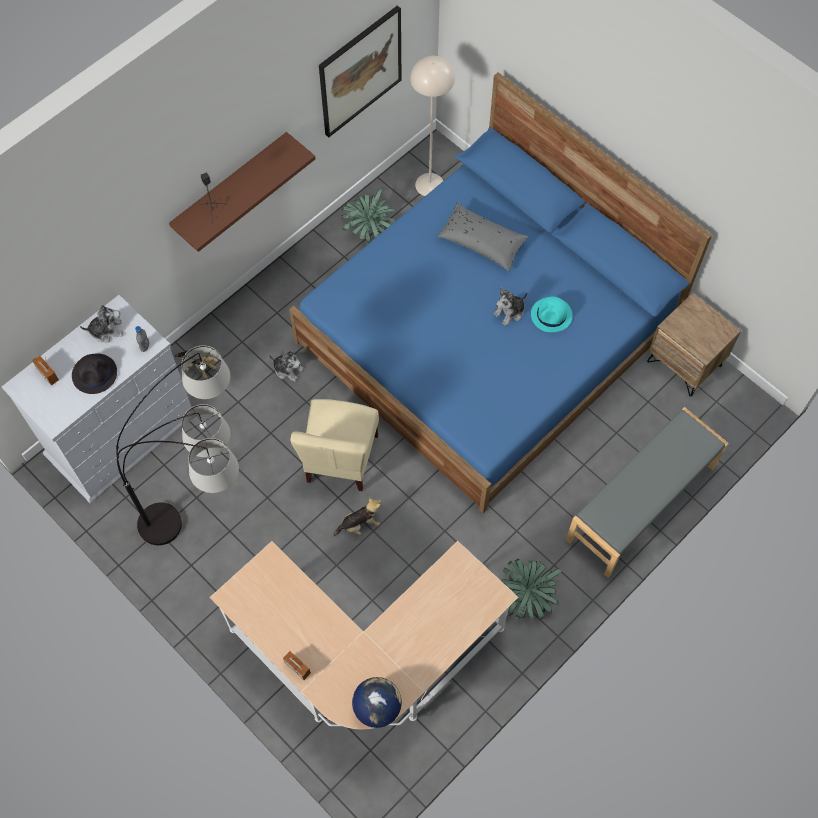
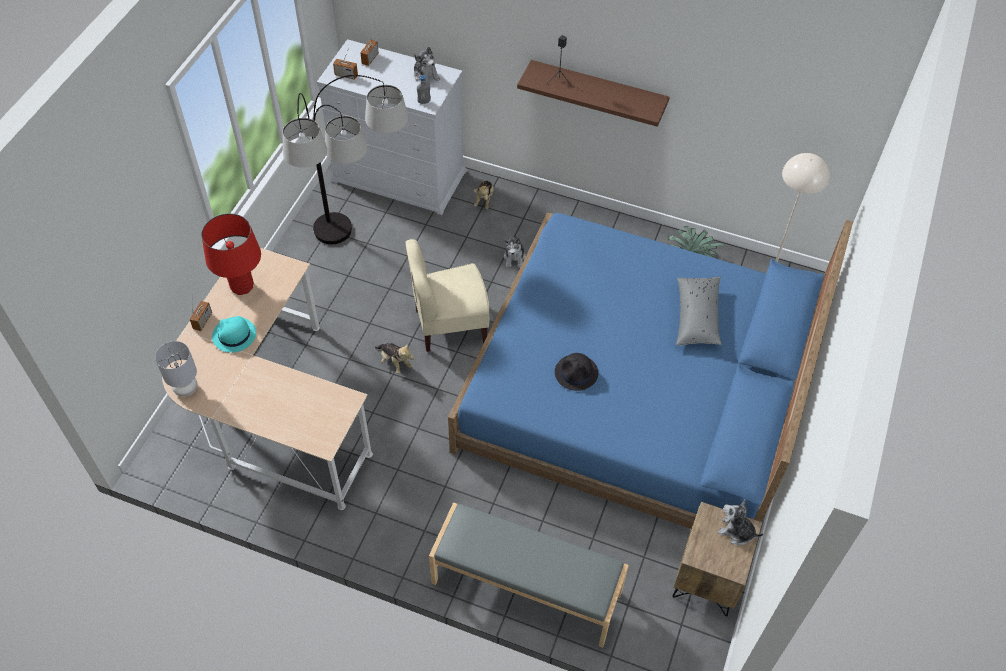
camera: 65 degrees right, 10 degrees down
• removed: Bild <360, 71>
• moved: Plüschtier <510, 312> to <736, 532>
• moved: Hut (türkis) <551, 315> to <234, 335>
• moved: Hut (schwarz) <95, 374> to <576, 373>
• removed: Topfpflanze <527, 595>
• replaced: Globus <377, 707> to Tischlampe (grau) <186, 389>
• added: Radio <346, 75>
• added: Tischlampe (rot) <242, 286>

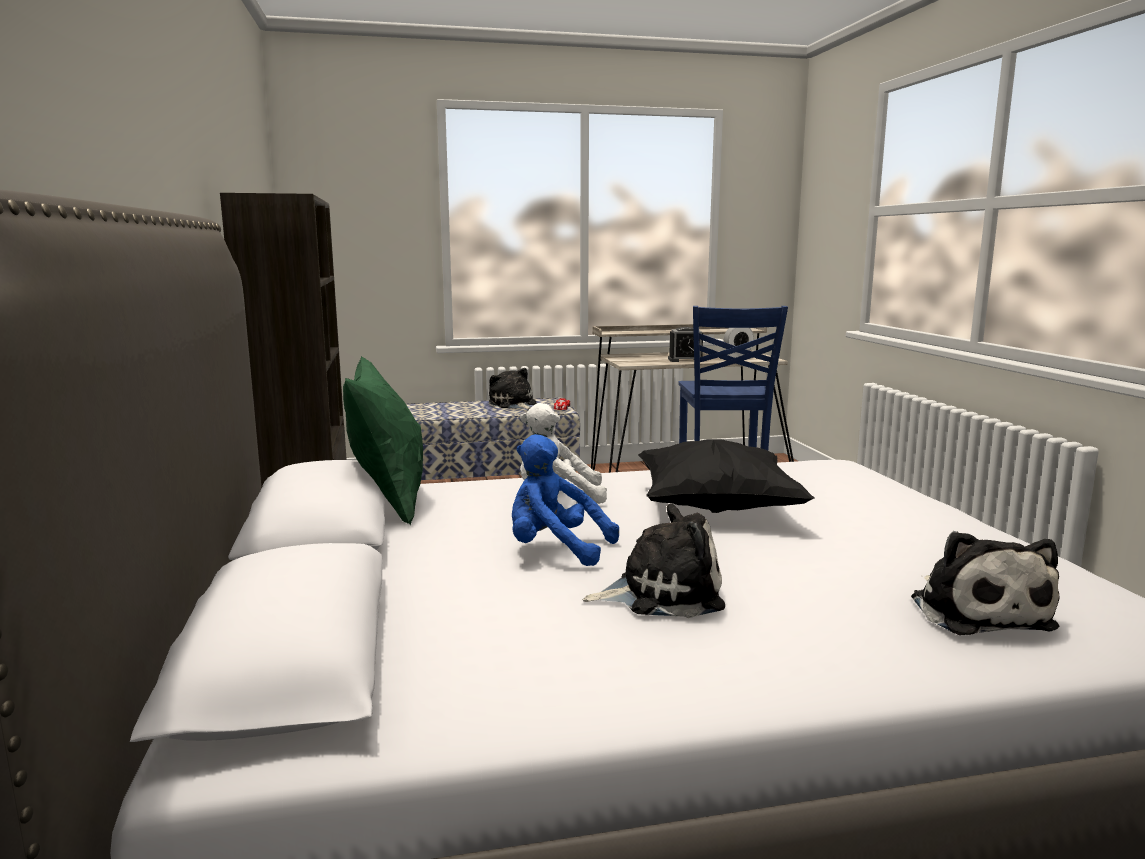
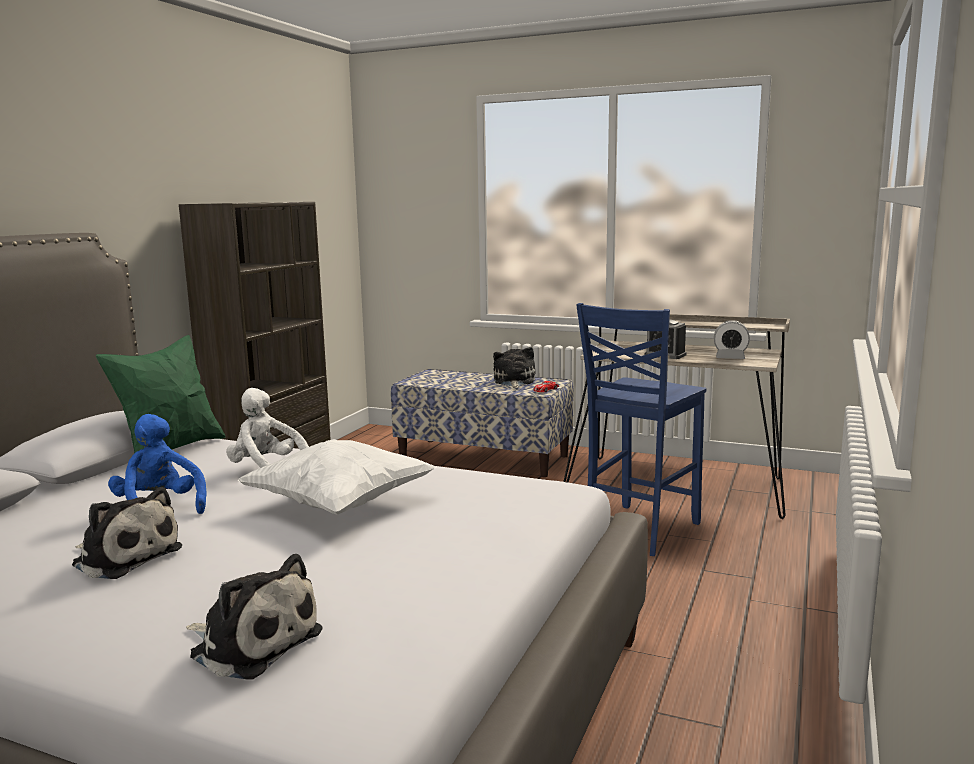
camera: 35 degrees right, 0 degrees up
• recoloured: Kissen (schwarz) <716, 508> to Kissen (weiß) <341, 505>
• turned: Plüschtier <977, 611> = <252, 643> 90 degrees counterclockwise

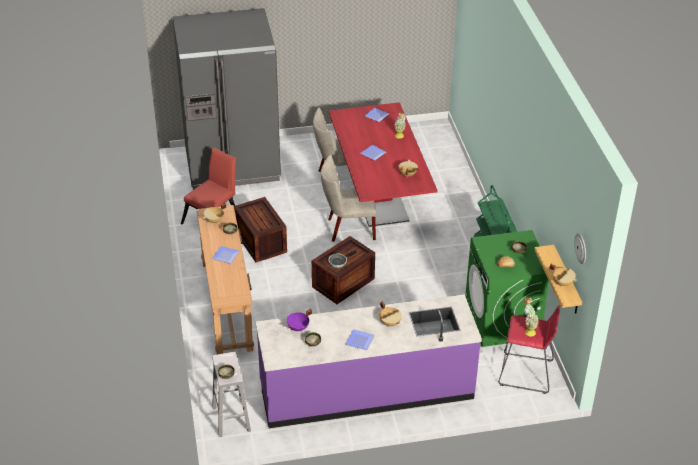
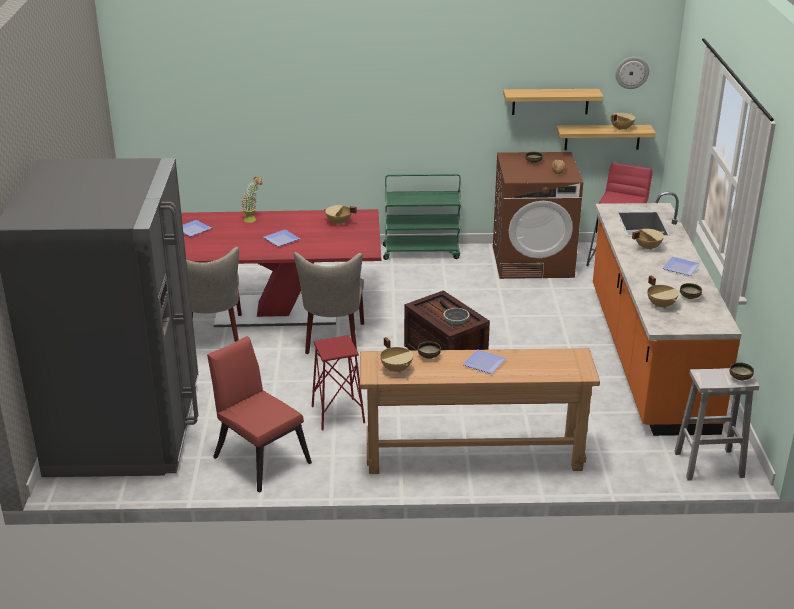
camera: 80 degrees left, 10 degrees down
• replaced: Kiste <261, 242> to Hocker (rot) <338, 414>
• recoloured: Waschmaschine (grün) <502, 321> to Waschmaschine (braun) <533, 261>
• recoloured: Küchenzeile (lila) <366, 390> to Küchenzeile (orange) <648, 356>
• removed: Topfpflanze <528, 331>
• recoloured: Kochtopf (lila) <298, 328> to Kochtopf (beige) <661, 305>
• added: Wandregal <550, 101>

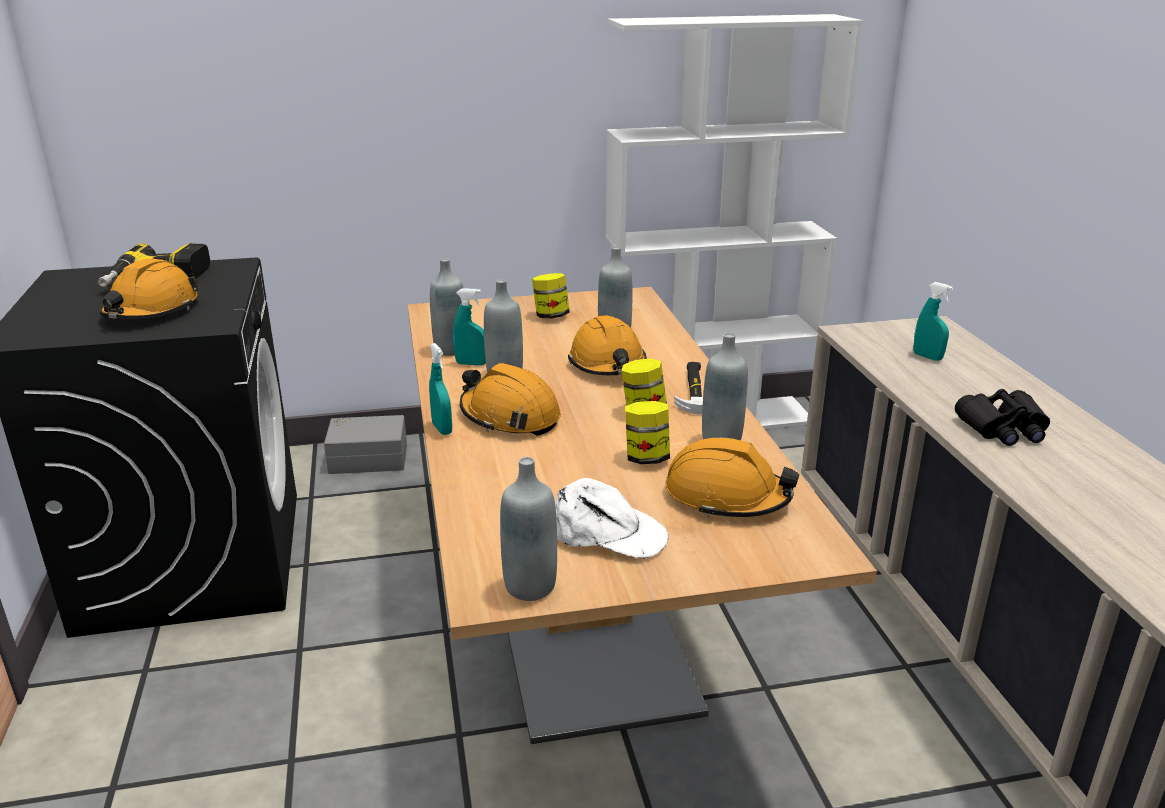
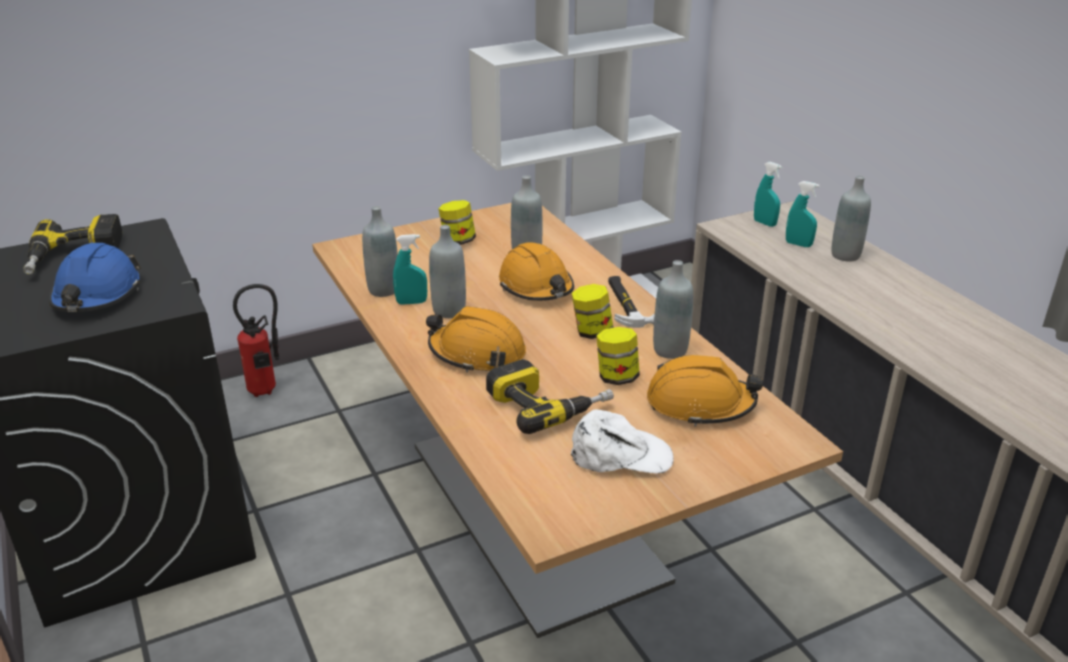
camera: 15 degrees left, 5 degrees up
• recoloured: Schutzhelm (orange) <151, 311> to Schutzhelm (blau) <97, 295>
• moved: Sprühflasche (türkis) <442, 429> to <764, 223>
• removed: Fernglas (schwarz) <1003, 429>
• replaced: Aufbewahrungsbox (grau) <368, 457> to Feuerlöscher <267, 391>
• moved: Flasche (grau) <530, 586> to <845, 255>
• added: Bohrmaschine <547, 404>

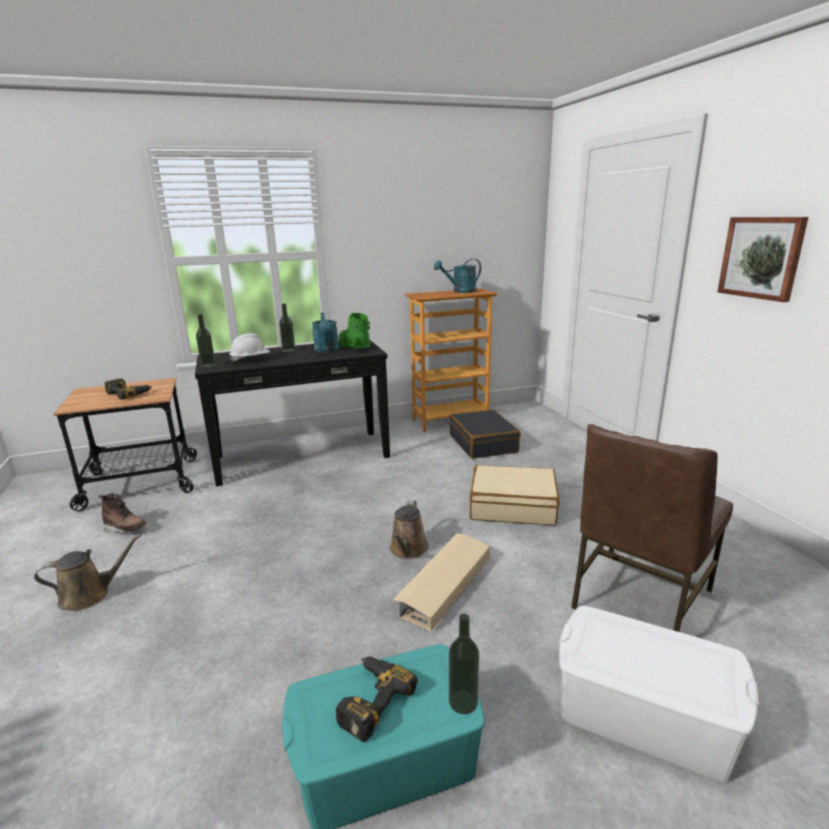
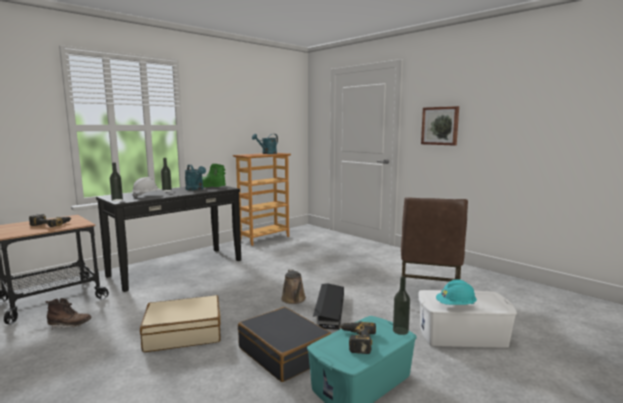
camera: 25 degrees left, 10 degrees down
• moved: Koffer (schwarz) <483, 443> to <284, 353>
• moved: Koffer (beige) <512, 506> to <183, 333>
• recoloured: Aufbewahrungsbox (beige) <444, 585> to Aufbewahrungsbox (schwarz) <329, 310>
• removed: Gießkanne (braun) <89, 595>
• added: Schutzhelm (türkis) <455, 306>

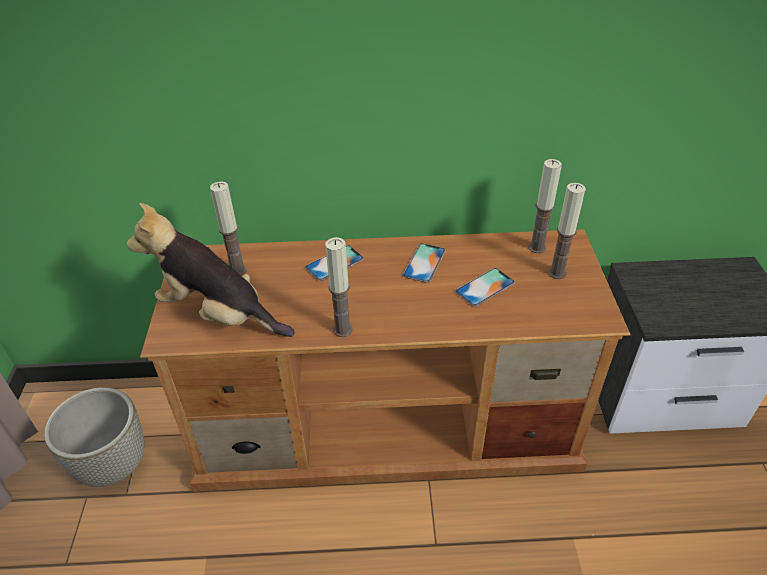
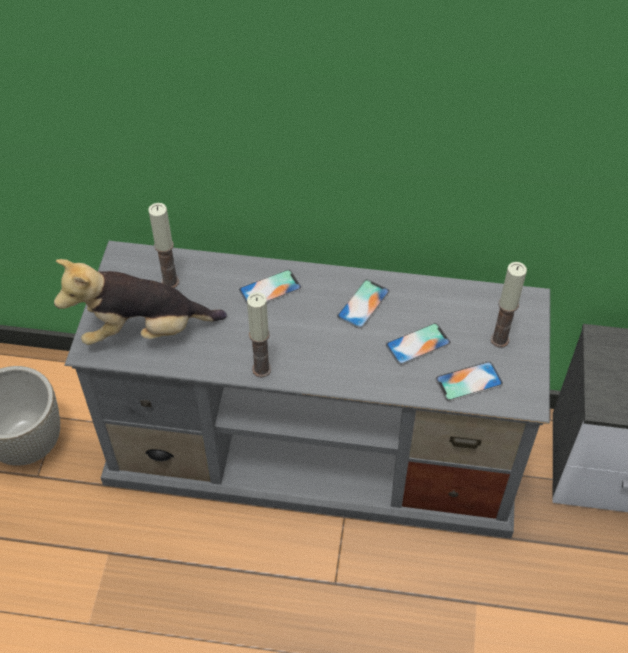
camera: 10 degrees right, 10 degrees up
• removed: Kerze <537, 248>
• turned: Plüschtier <219, 314> = <144, 331> 45 degrees counterclockwise
• recoloured: Fernsehschrank (braun) <389, 423> to Fernsehschrank (grau) <317, 448>
• added: Handy <468, 381>

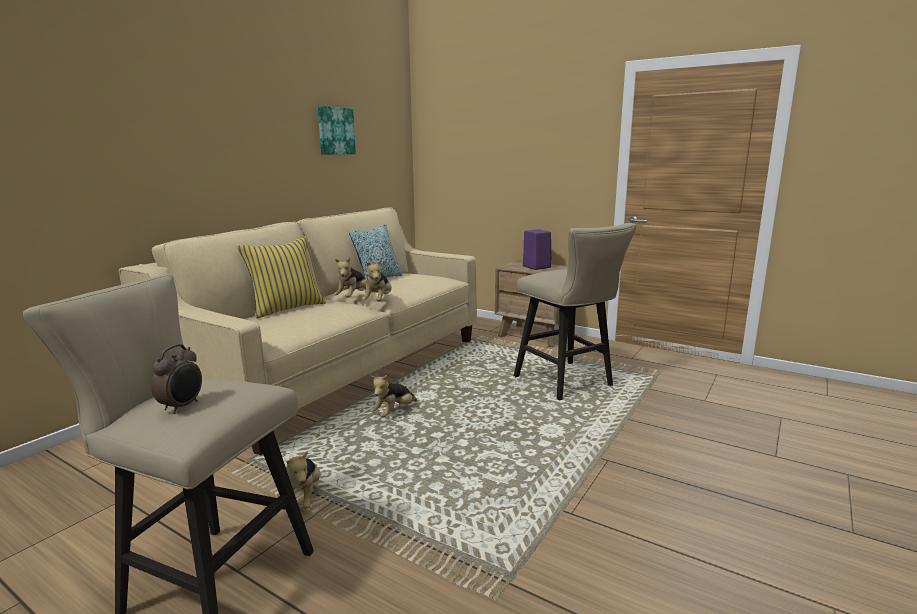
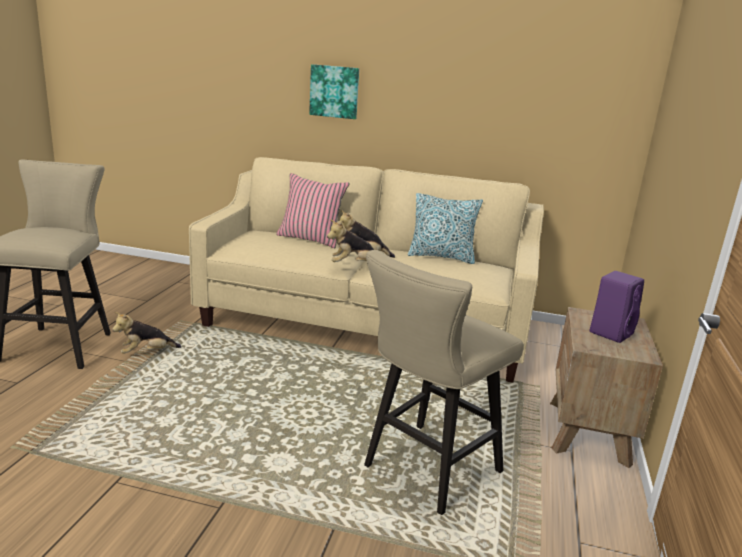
camera: 70 degrees right, 5 degrees up
• moved: Bild <335, 131> to <334, 91>
• recoloured: Kissen (gelb) <286, 308> to Kissen (rosa) <311, 239>
• removed: Wecker <182, 406>
• removed: Plüschtier <394, 413>

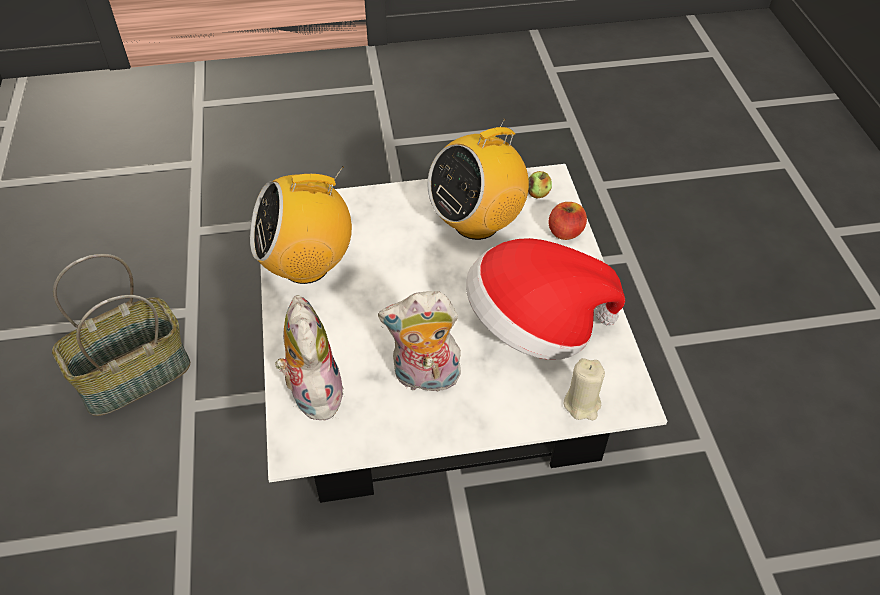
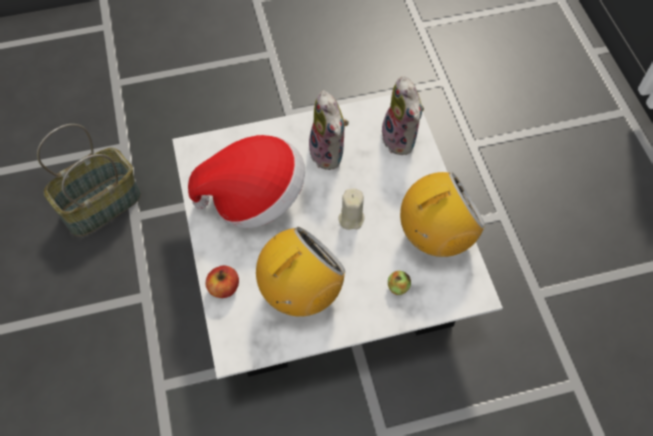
camera: 175 degrees right, 10 degrees up
• moved: Apfel <538, 193> to <398, 287>
• moved: Korb <134, 377> to <101, 204>
• turned: Plüschtier <425, 378> = <330, 153> 75 degrees clockwise
• moved: Kerze (beige) <582, 404> to <351, 218>

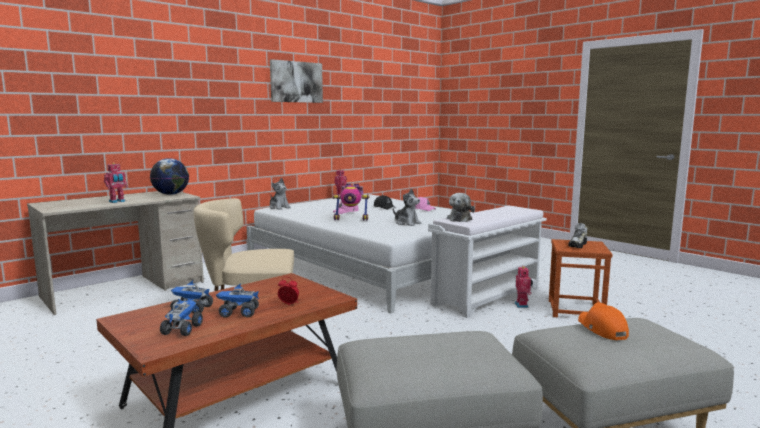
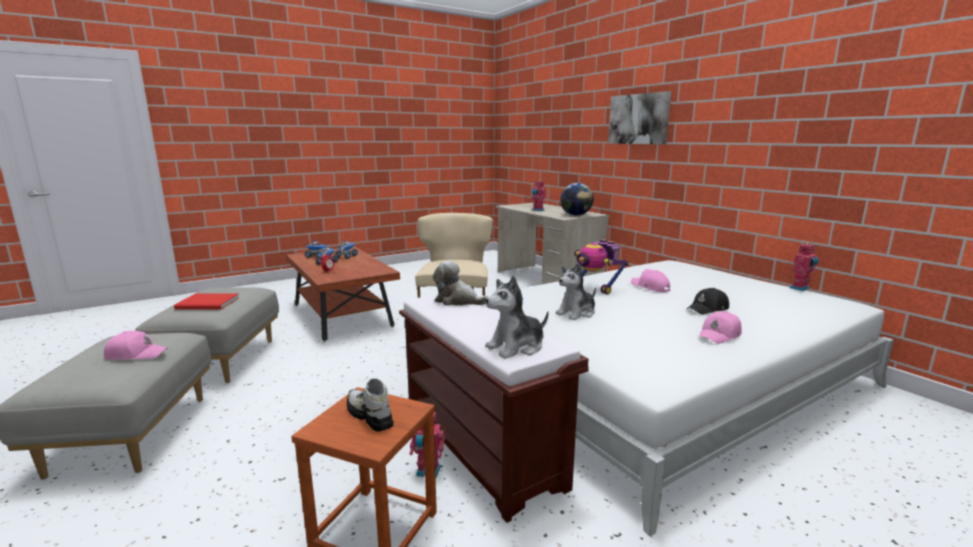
camera: 100 degrees right, 5 degrees up
• moved: Bild <296, 82> to <638, 119>
• moved: Plüschtier <279, 207> to <516, 347>
• turned: Spielzeugroboter <351, 219> = <596, 287> 45 degrees counterclockwise
• recoloured: Bank (weiß) <487, 296> to Bank (braun) <482, 447>
• recoloured: Kappe (orange) <601, 329> to Kappe (rosa) <136, 354>
• added: Buch (rot) <208, 304>

